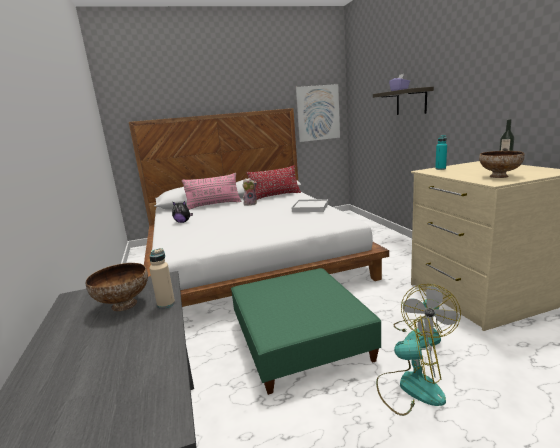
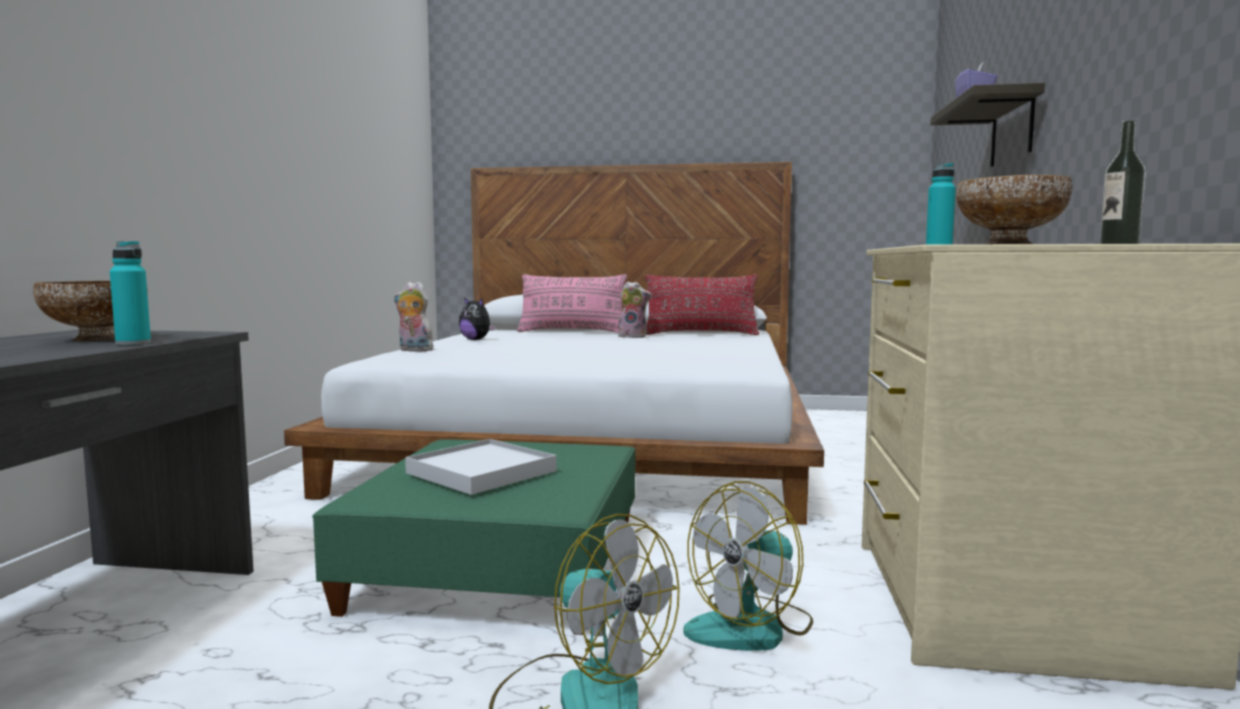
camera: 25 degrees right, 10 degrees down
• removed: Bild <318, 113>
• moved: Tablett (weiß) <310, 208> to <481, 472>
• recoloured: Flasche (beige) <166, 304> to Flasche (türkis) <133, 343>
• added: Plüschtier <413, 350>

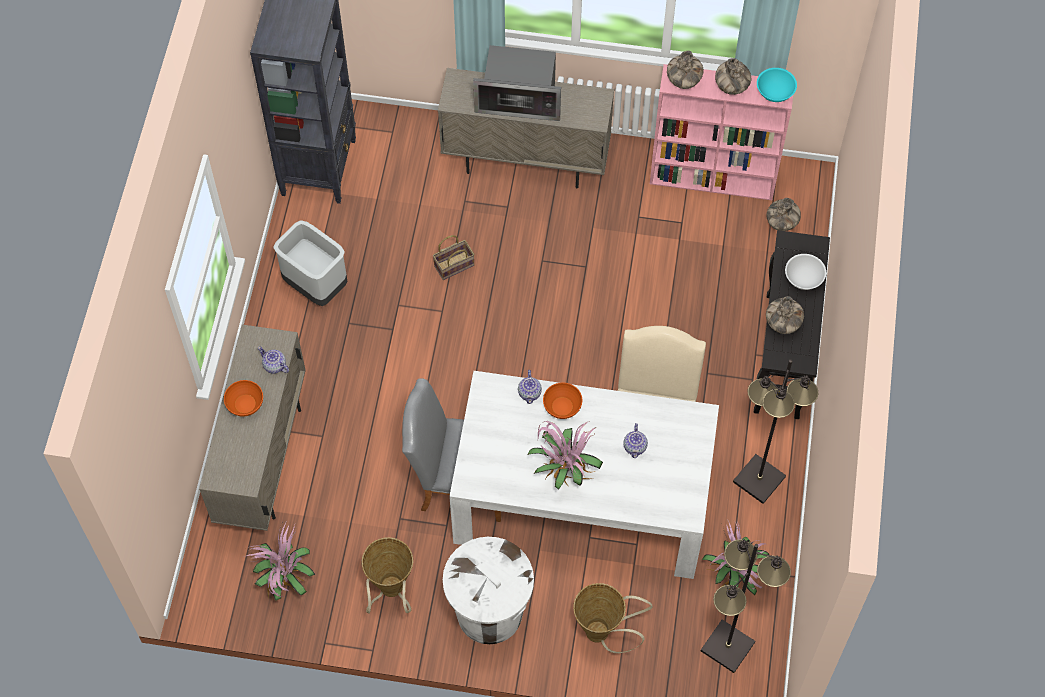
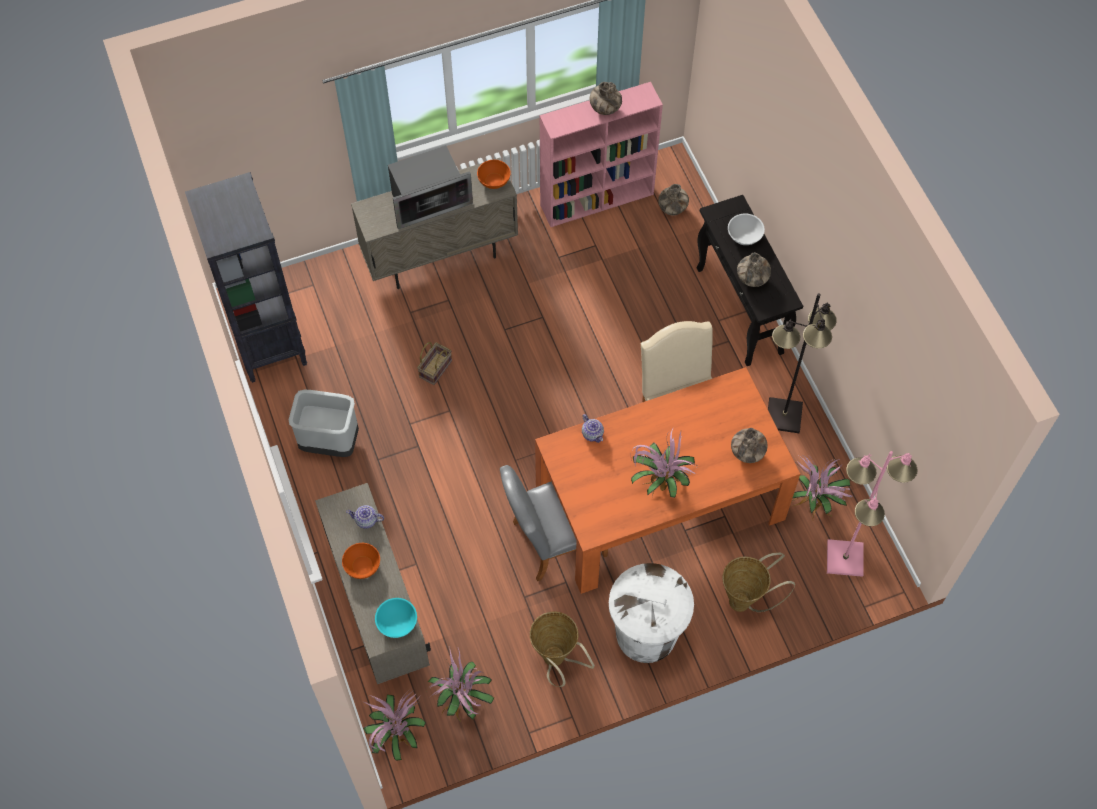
camera: 30 degrees left, 0 degrees up
• moved: Vase <684, 81> to <747, 452>
• moved: Schüssel (türkis) <775, 92> to <397, 622>
• recoloured: Esstisch (weiß) <583, 499> to Esstisch (orange) <660, 502>
• moved: Schüssel (orange) <562, 407> to <494, 180>
• removed: Teekanne <635, 446>
• recoloured: Stehlampe (schwarz) <727, 647> to Stehlampe (rosa) <845, 559>
• added: Topfpflanze <395, 735>

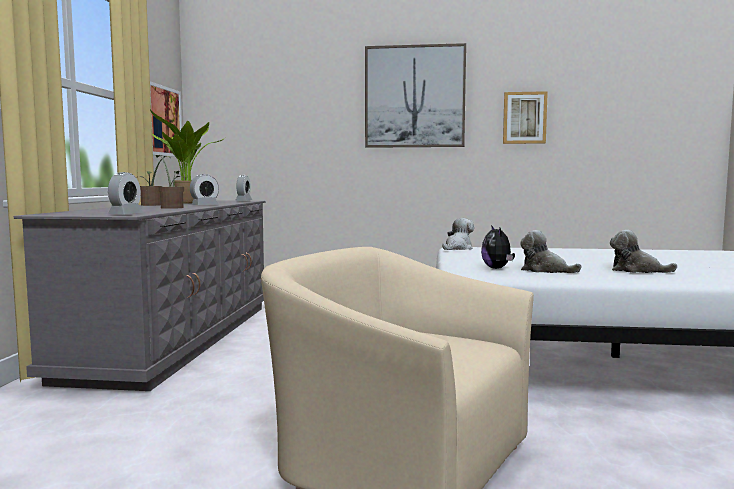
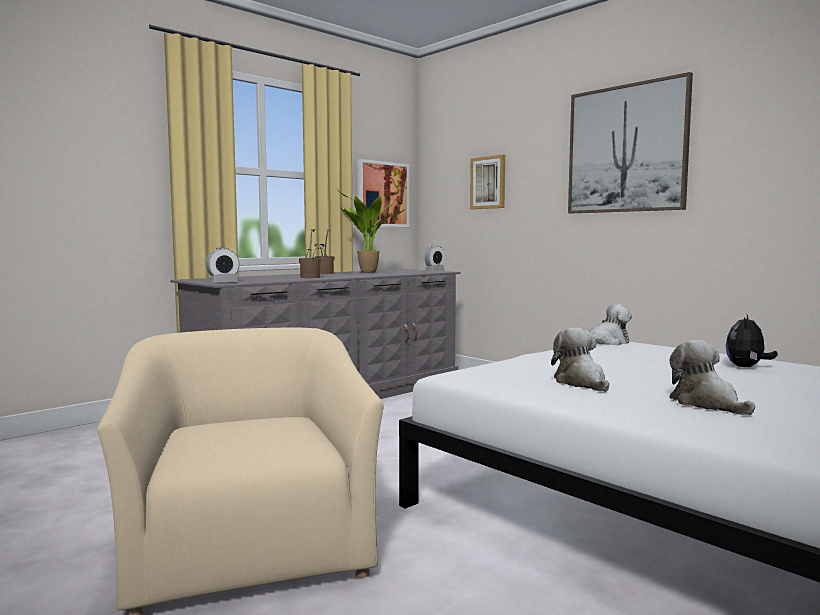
camera: 40 degrees right, 0 degrees up
• moved: Bild <524, 118> to <488, 182>
• removed: Wecker <205, 205>
• moved: Plüschtier <497, 268> to <746, 367>

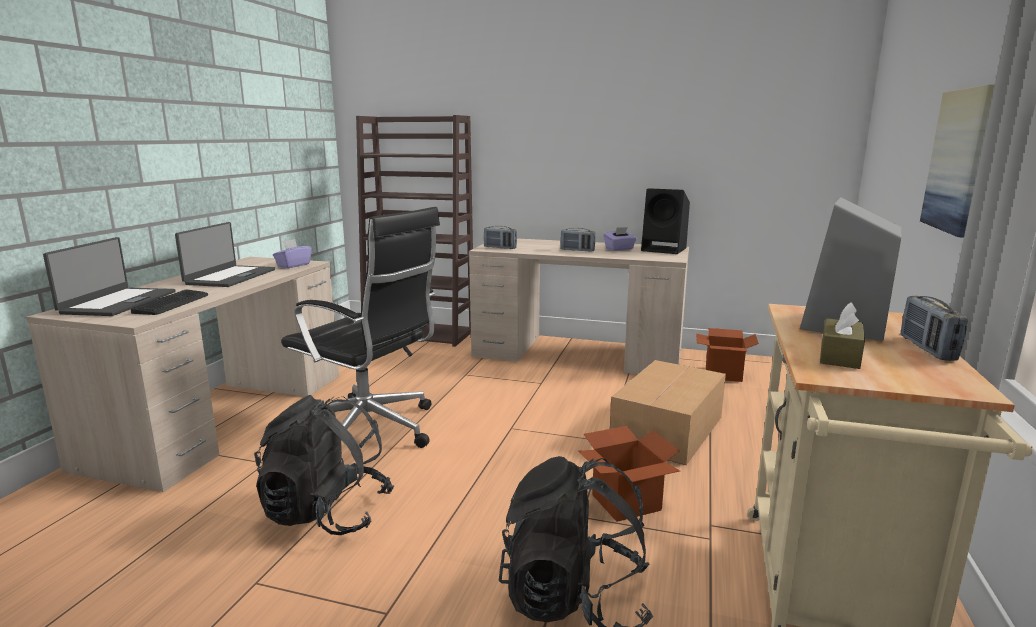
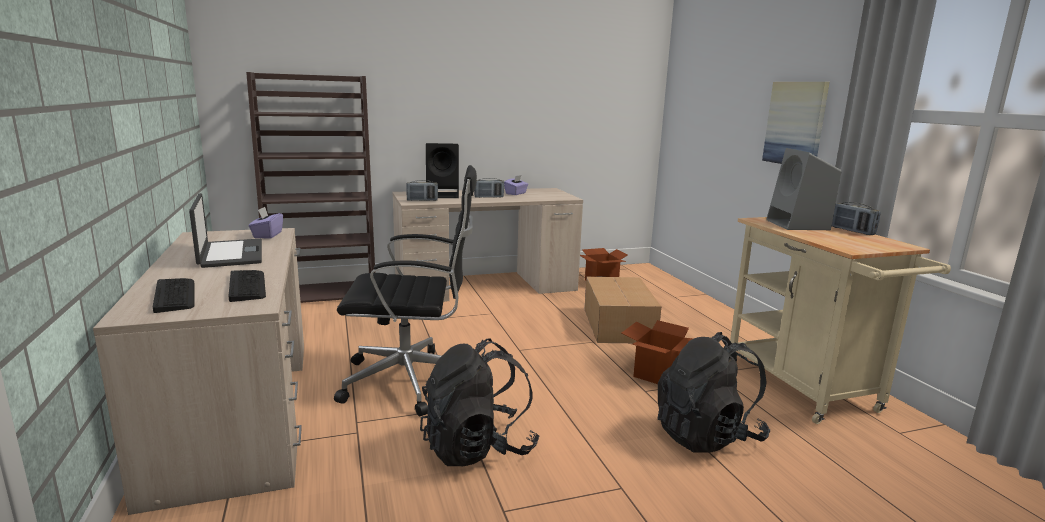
camera: 35 degrees left, 0 degrees up
• moved: Lautsprecher (schwarz) <665, 249> to <443, 195>
• replaced: Laptop <118, 302> to Tastatur <175, 295>
• removed: Taschentuchbox (braun) <839, 356>

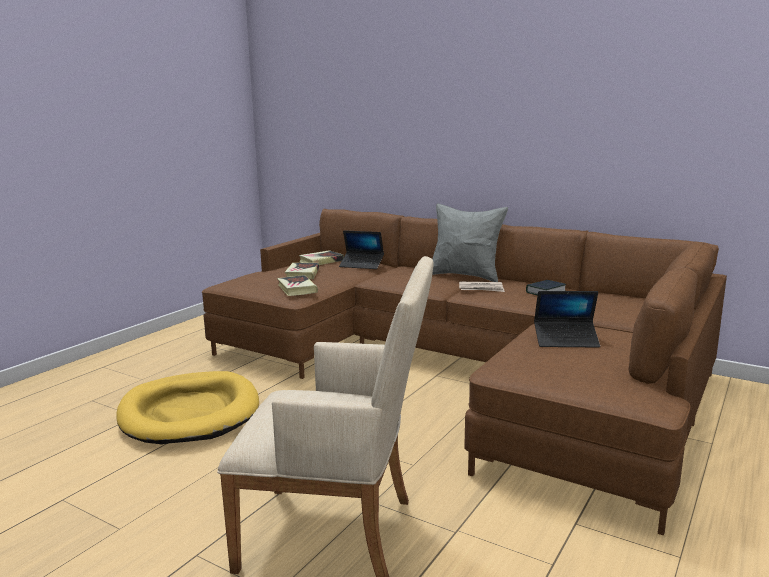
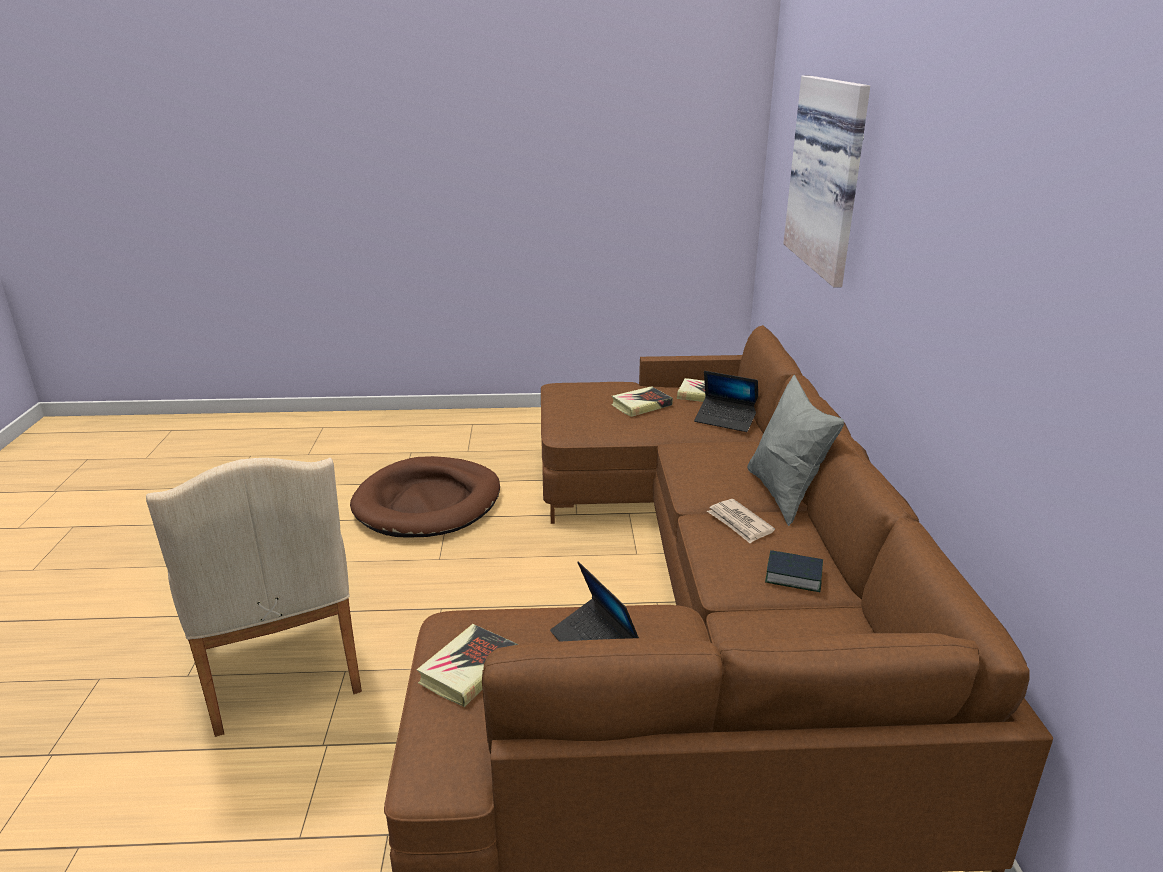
camera: 55 degrees right, 10 degrees up
• turned: Laptop <361, 265> = <725, 420> 45 degrees counterclockwise
• moved: Buch <296, 289> to <469, 669>
• recoloured: Hundebett (gelb) <190, 413> to Hundebett (braun) <428, 503>
• added: Bild <831, 176>

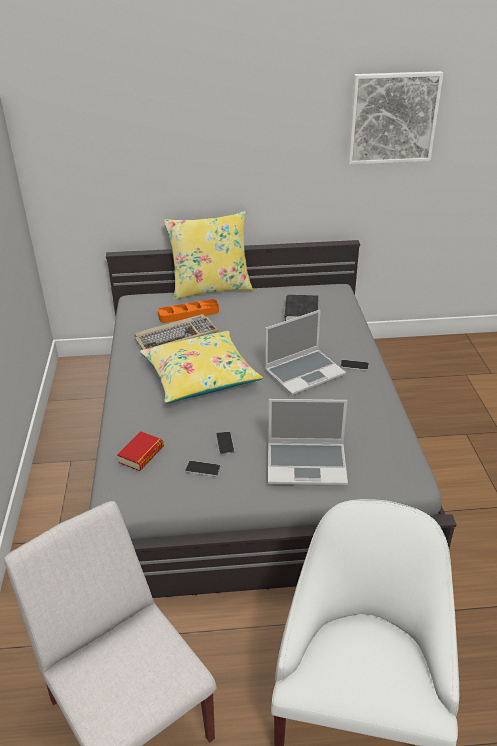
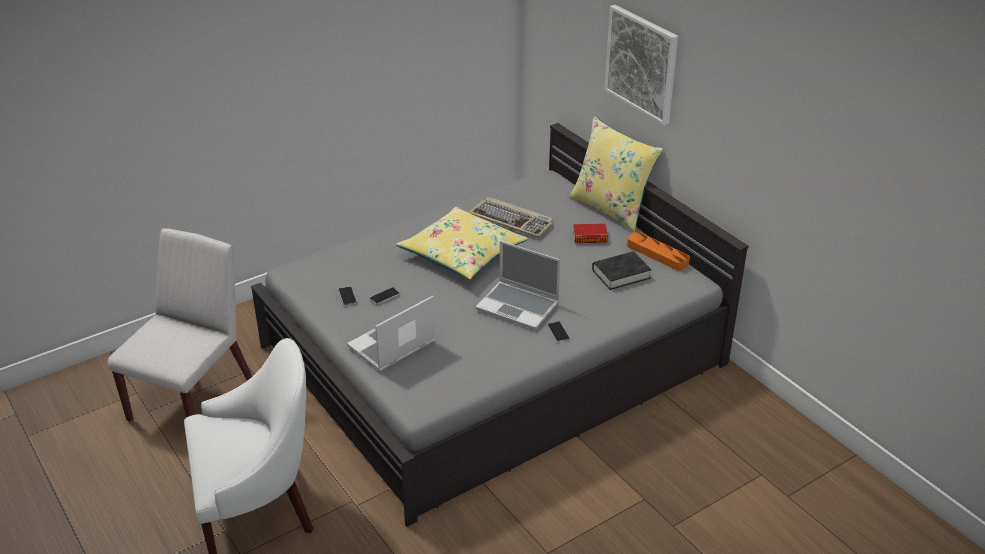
camera: 60 degrees right, 0 degrees up
• moved: Bild <393, 118> to <642, 63>
• moved: Tablett (orange) <188, 314> to <657, 254>
• turned: Laptop <307, 464> = <391, 345> 75 degrees clockwise
• moved: Buch <141, 455> to <590, 237>

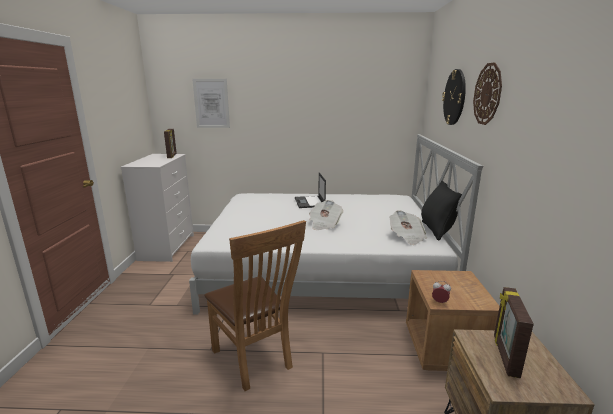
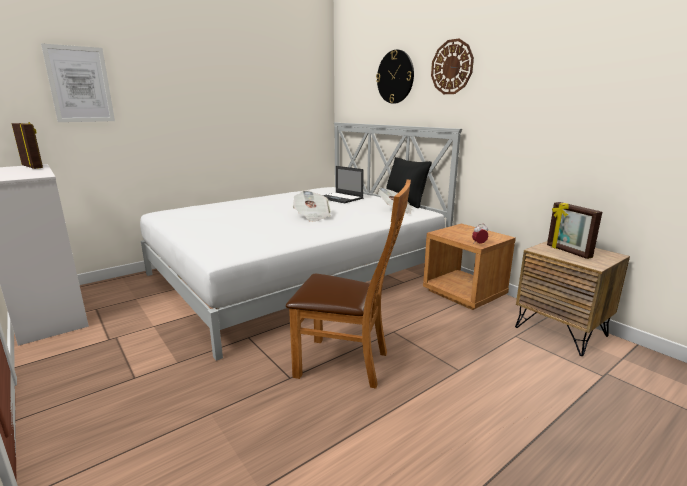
camera: 40 degrees left, 0 degrees up
• moved: Laptop <310, 202> to <341, 198>

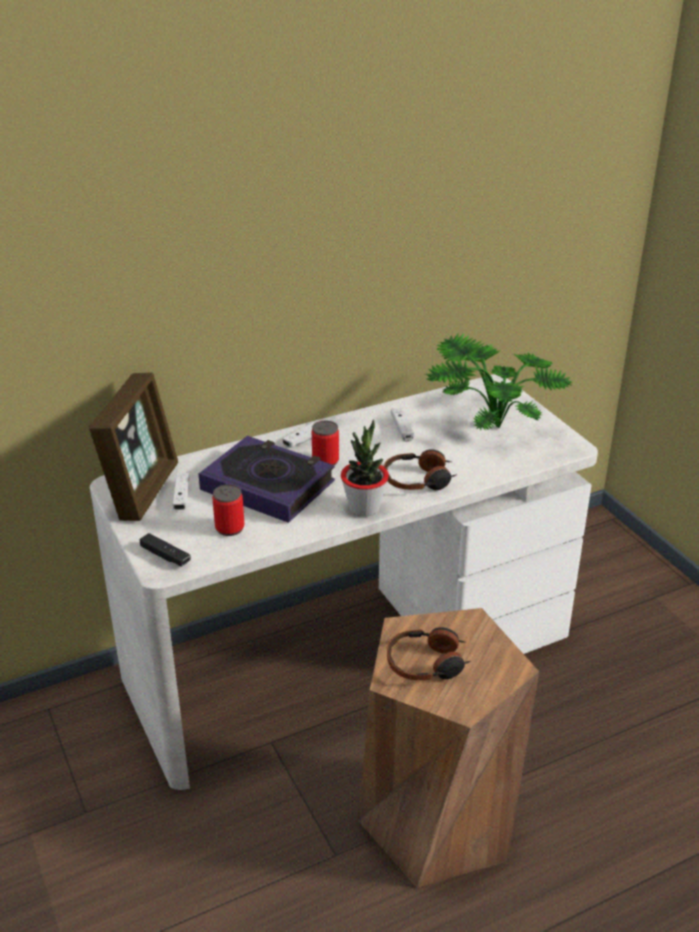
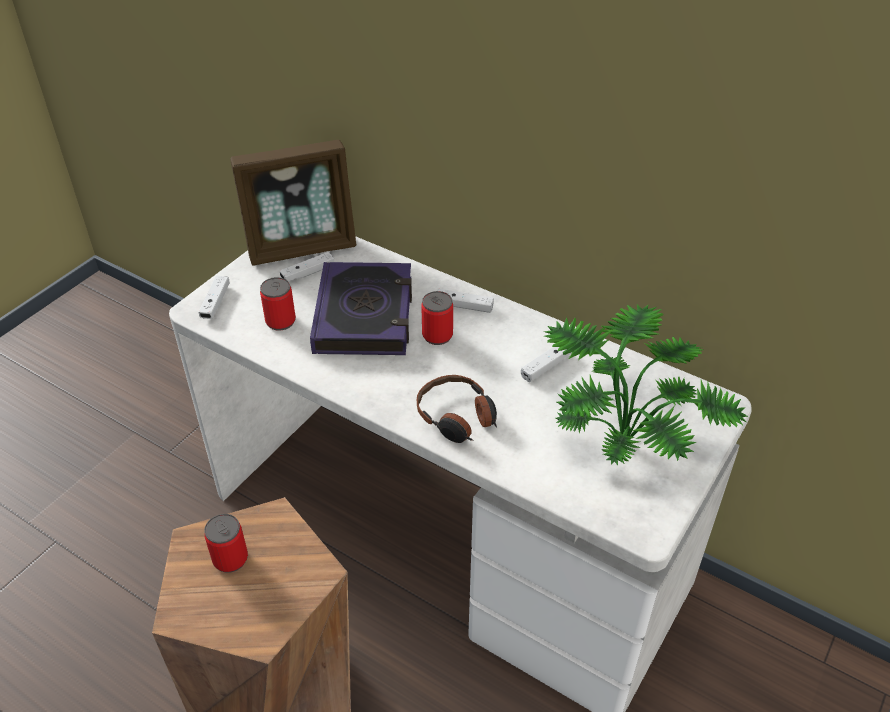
camera: 60 degrees right, 10 degrees up
• removed: Topfpflanze <364, 508>
• recoloured: Gamepad (schwarz) <165, 556> to Gamepad (weiß) <215, 303>
• replaced: Kopfhörer <427, 664> to Dose <230, 559>

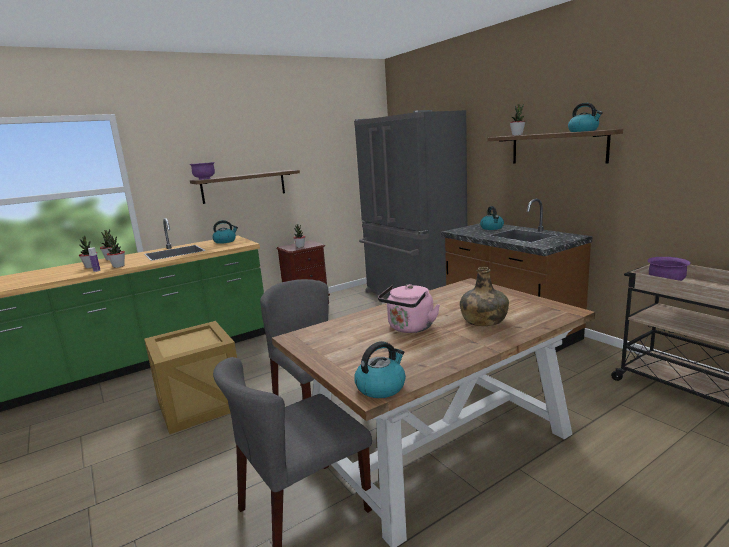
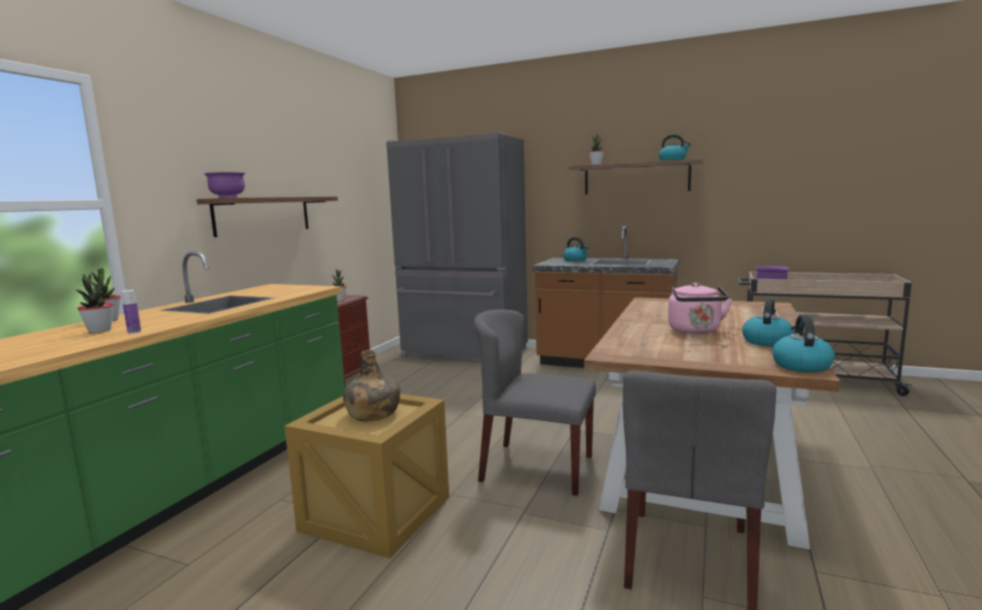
camera: 35 degrees left, 5 degrees down
• moved: Wasserkessel <225, 241> to <766, 341>
• removed: Topfpflanze <118, 266>
• moved: Flasche (grün) <483, 320> to <372, 414>

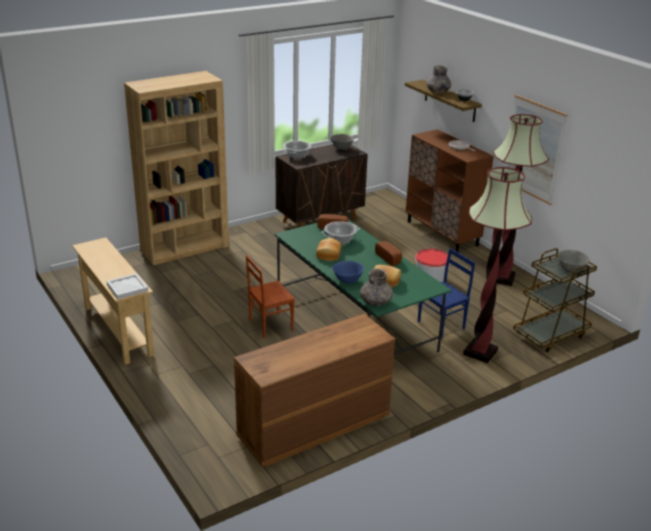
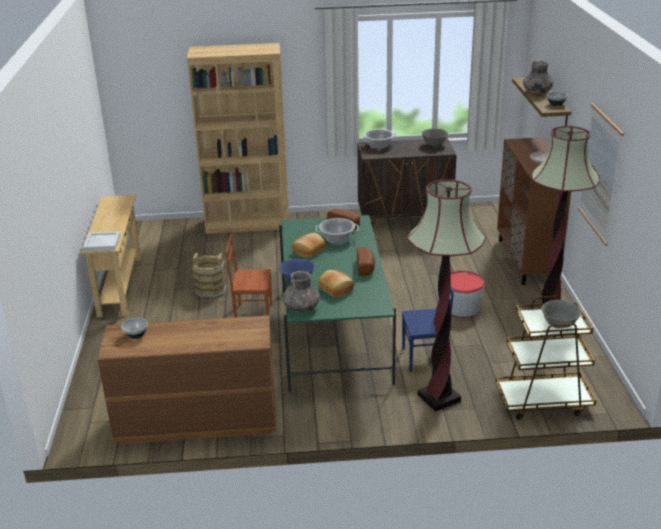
camera: 30 degrees right, 0 degrees up
• added: Eimer (braun) <211, 290>
• added: Schüssel <136, 335>

